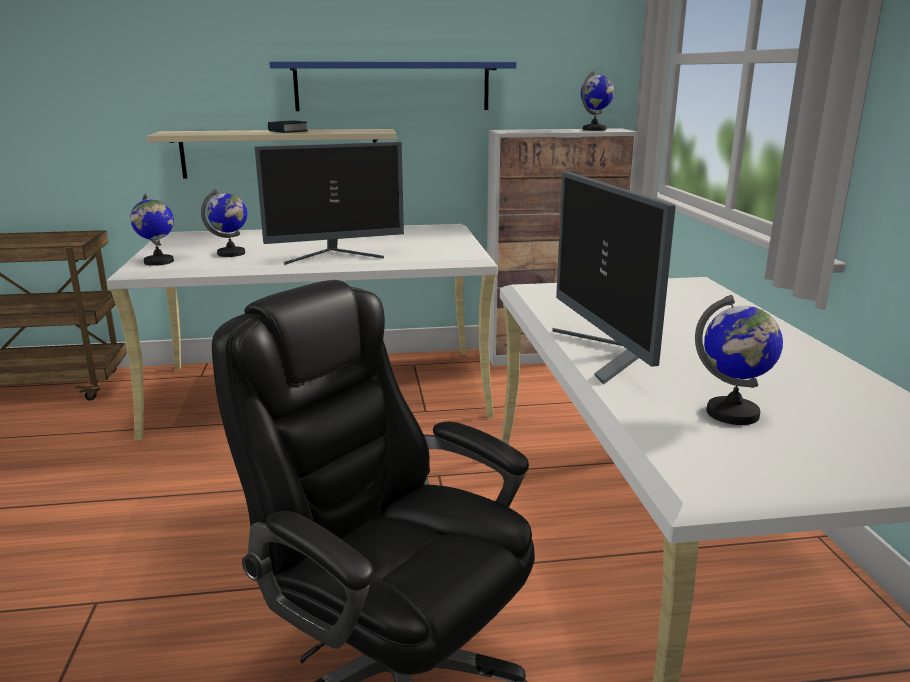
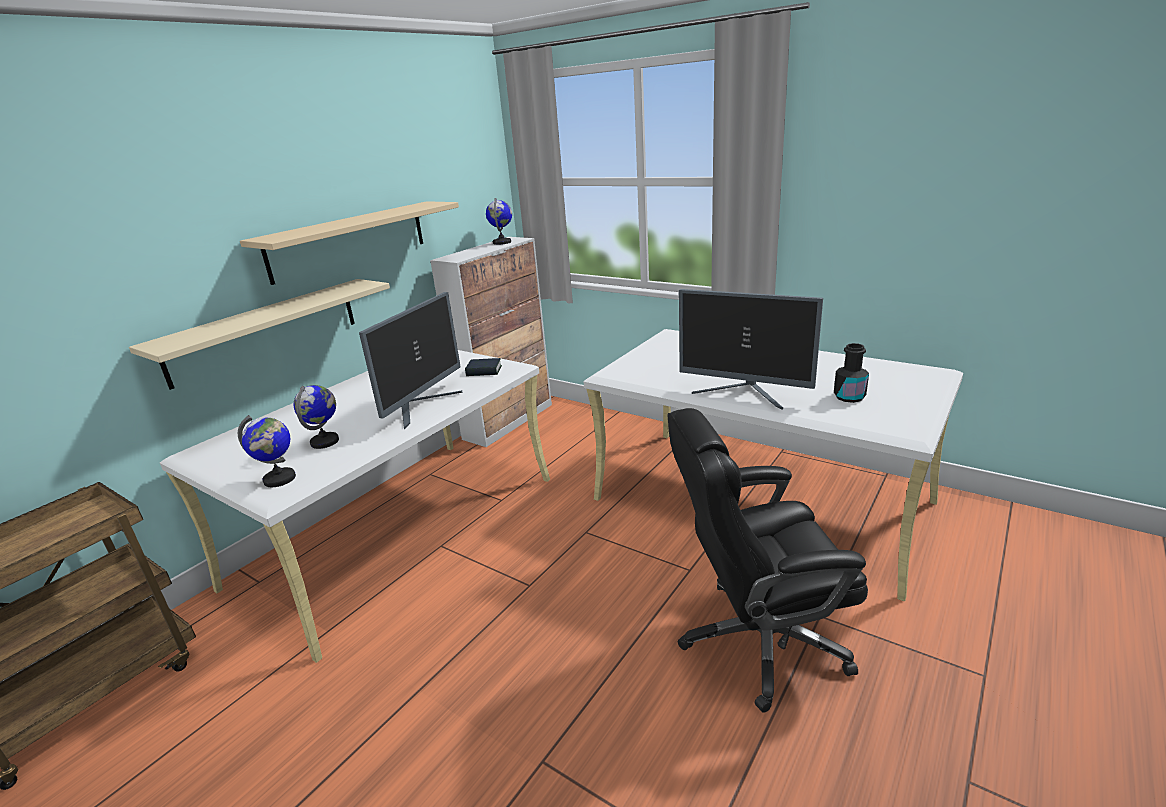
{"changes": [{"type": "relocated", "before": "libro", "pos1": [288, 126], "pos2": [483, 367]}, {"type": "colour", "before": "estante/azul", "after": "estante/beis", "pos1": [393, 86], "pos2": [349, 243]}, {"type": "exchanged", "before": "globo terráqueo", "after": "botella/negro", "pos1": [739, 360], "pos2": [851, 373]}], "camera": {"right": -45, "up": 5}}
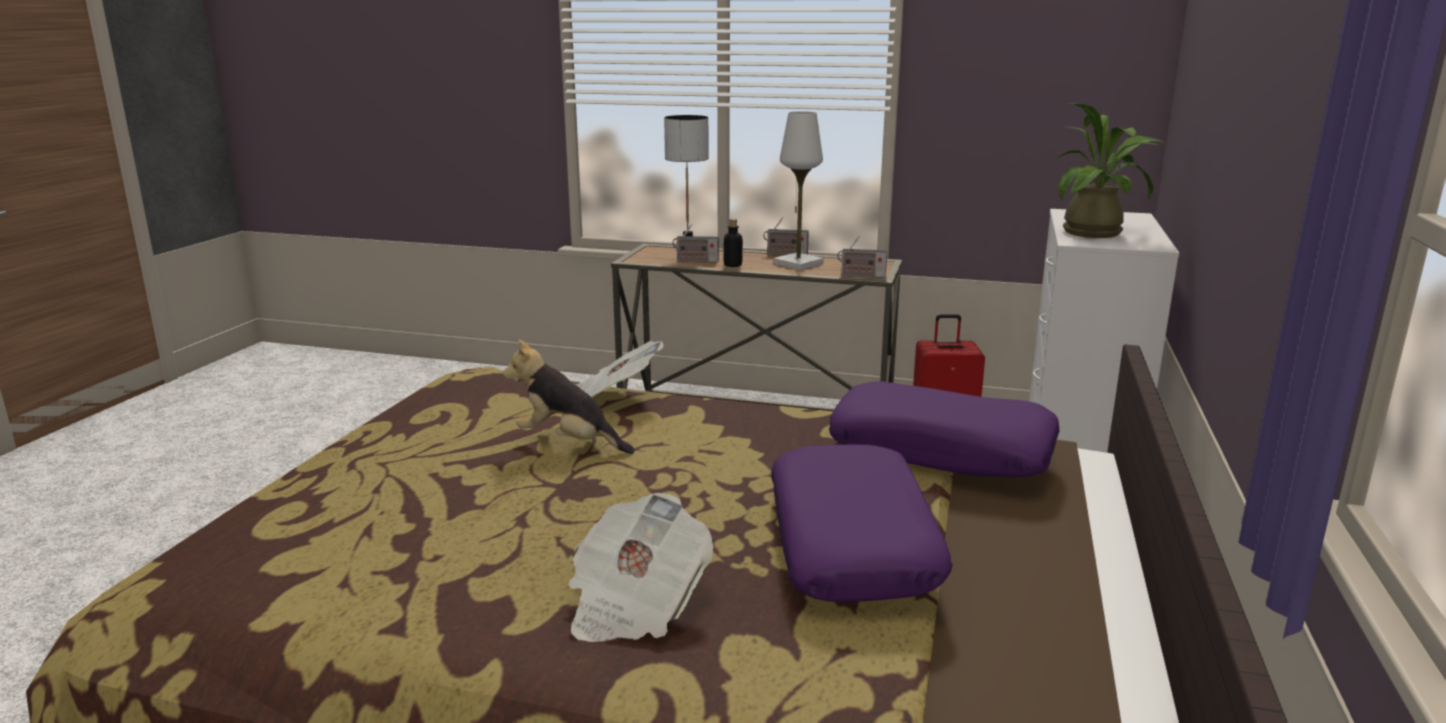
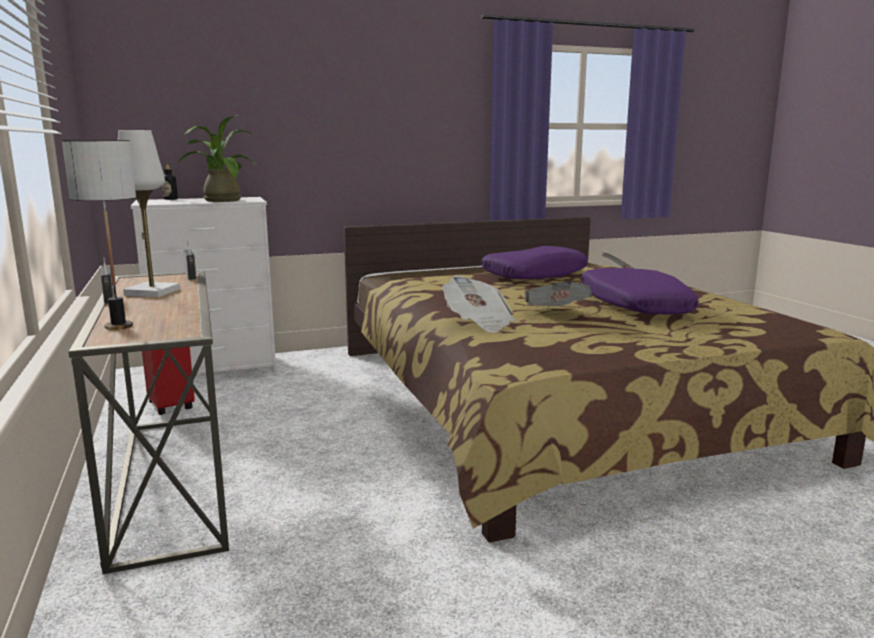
{"changes": [{"type": "exchanged", "before": "peluche", "after": "periódico", "pos1": [569, 396], "pos2": [558, 294]}, {"type": "missing", "before": "radio", "pos1": [696, 243]}, {"type": "relocated", "before": "botella", "pos1": [733, 243], "pos2": [170, 182]}, {"type": "relocated", "before": "cojín/morado", "pos1": [944, 429], "pos2": [640, 291]}], "camera": {"right": -125, "up": -5}}
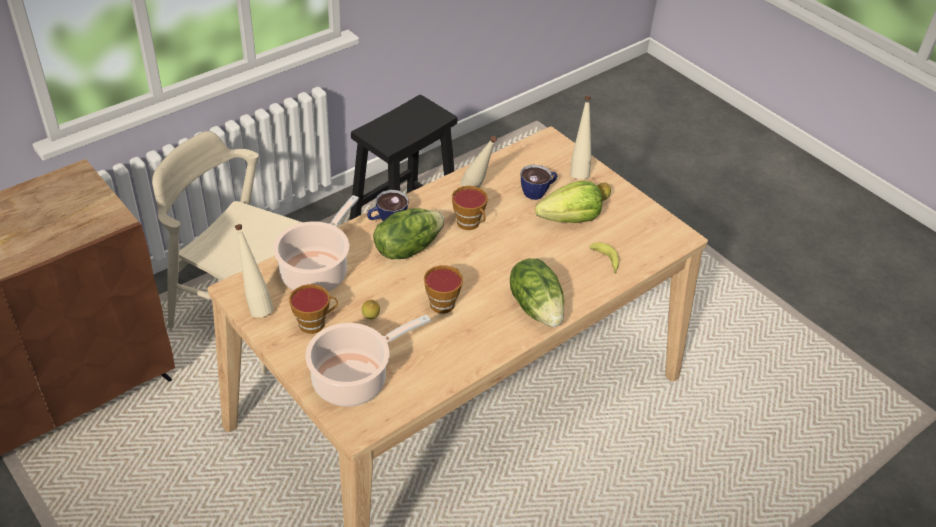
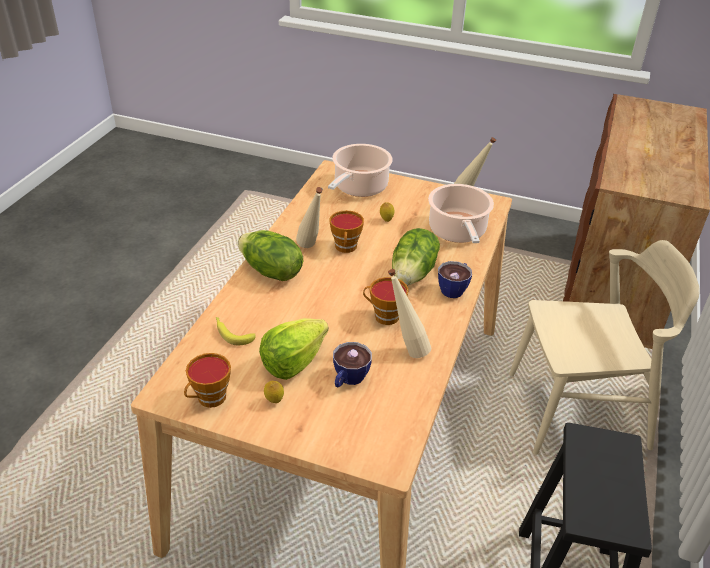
{"changes": [{"type": "relocated", "before": "taza", "pos1": [313, 309], "pos2": [207, 380]}, {"type": "relocated", "before": "botella/beis", "pos1": [580, 137], "pos2": [309, 217]}], "camera": {"right": 150, "up": -5}}
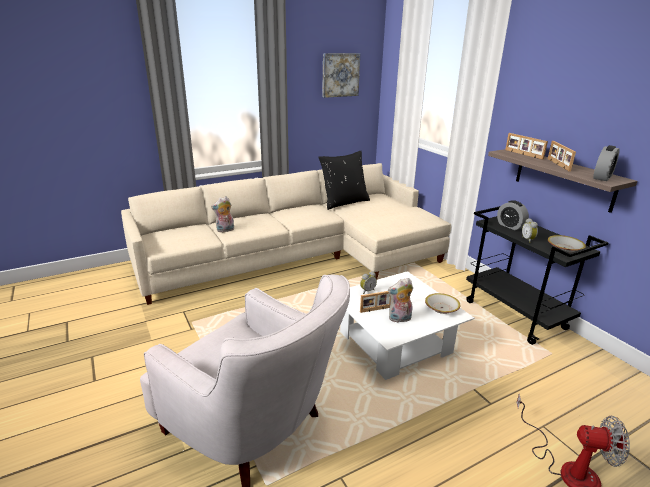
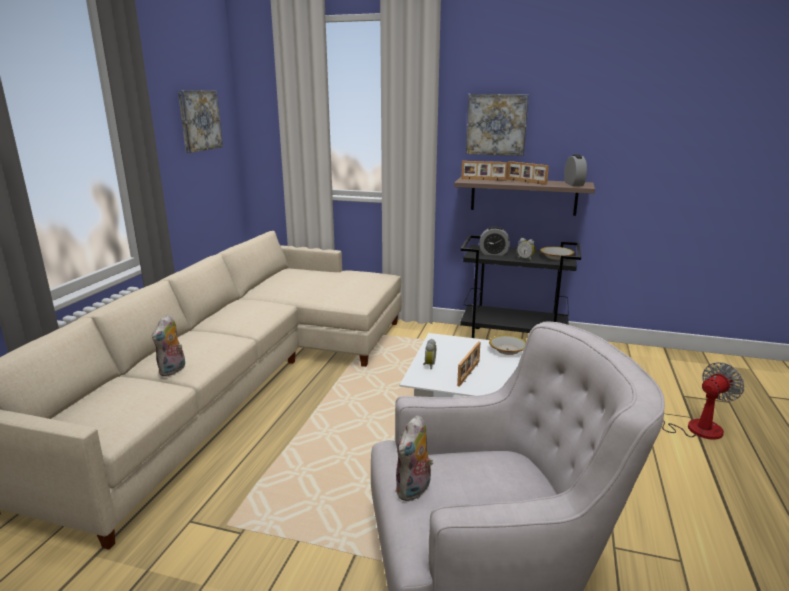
{"changes": [{"type": "missing", "before": "cojín/negro", "pos1": [344, 180]}, {"type": "relocated", "before": "peluche", "pos1": [400, 300], "pos2": [414, 458]}, {"type": "appeared", "after": "cuadro", "pos2": [497, 125]}], "camera": {"right": -45, "up": -5}}
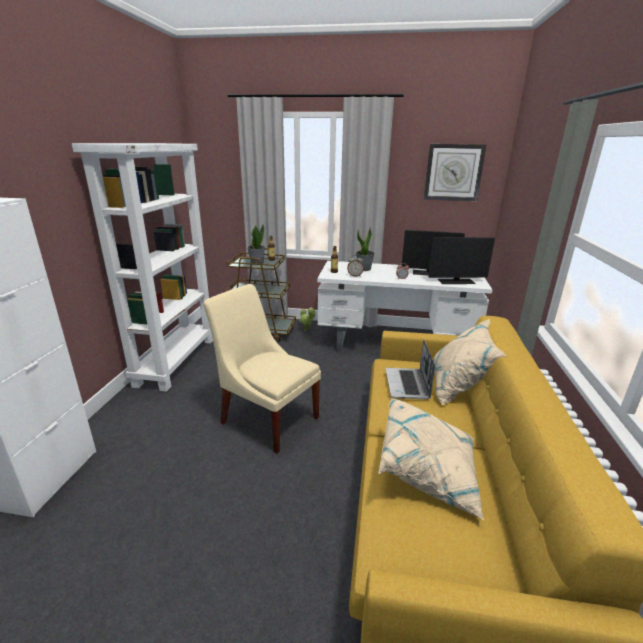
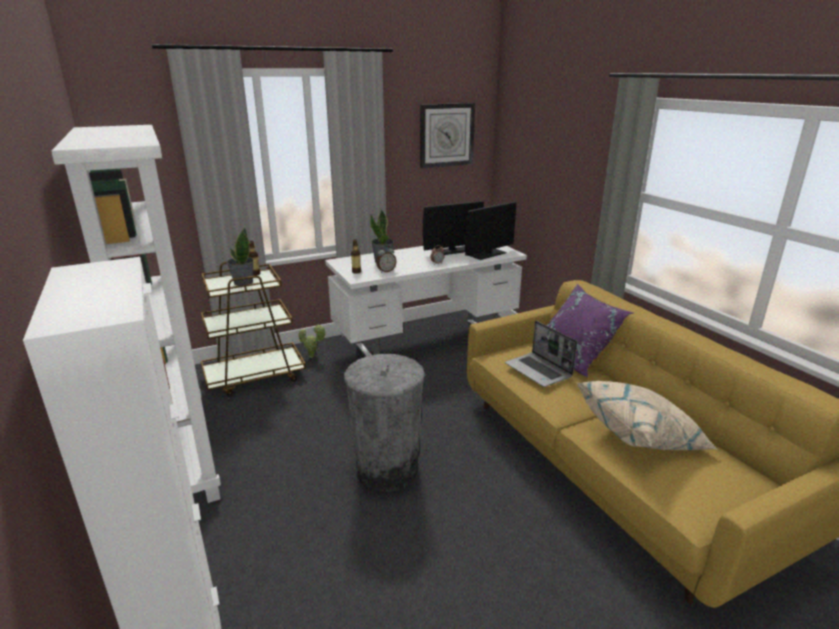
{"changes": [{"type": "exchanged", "before": "silla/beis", "after": "papelera/gris", "pos1": [262, 369], "pos2": [384, 423]}, {"type": "colour", "before": "cojín/beis", "after": "cojín/morado", "pos1": [469, 362], "pos2": [590, 331]}], "camera": {"right": -35, "up": 0}}
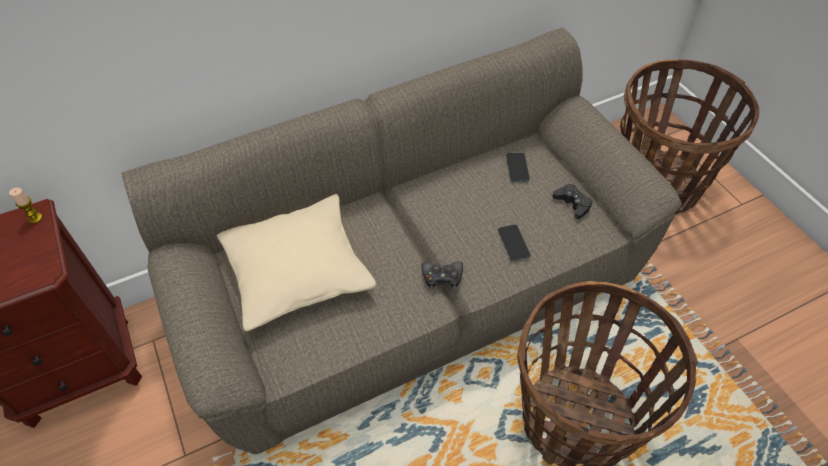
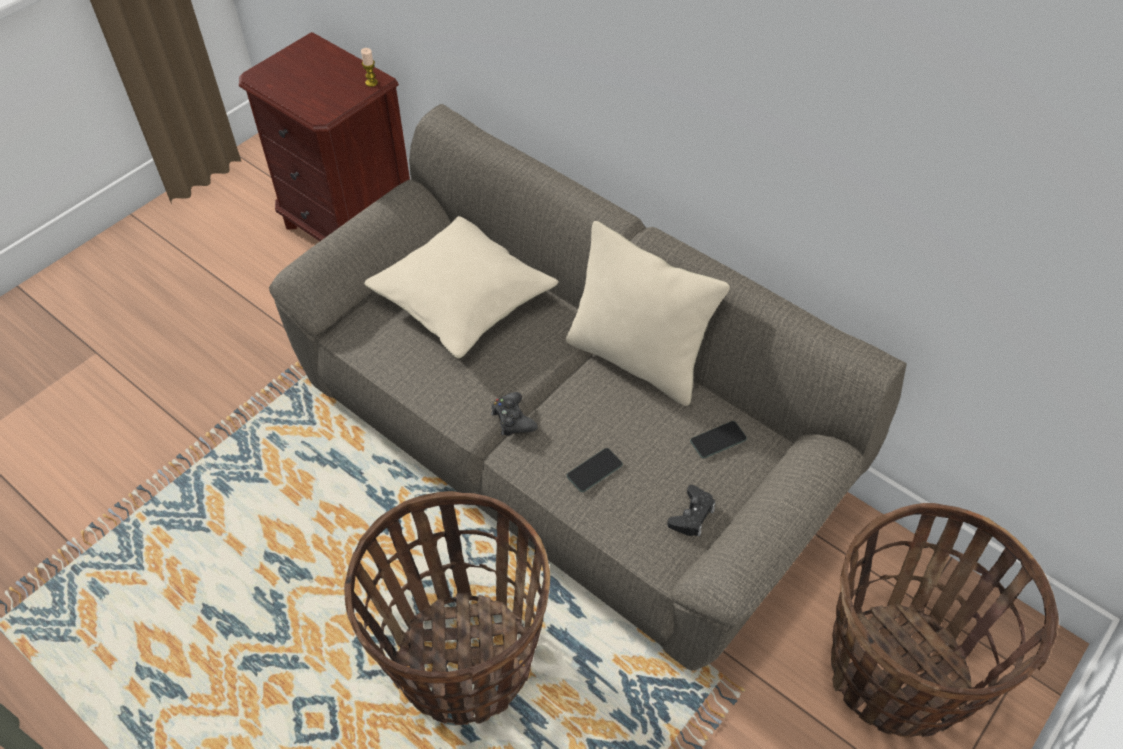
{"changes": [{"type": "appeared", "after": "cojín/beis", "pos2": [648, 313]}], "camera": {"right": 65, "up": 0}}
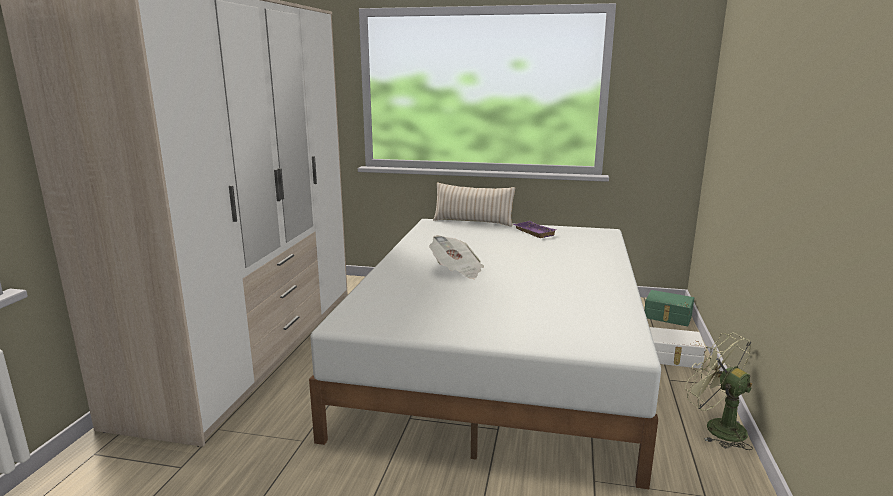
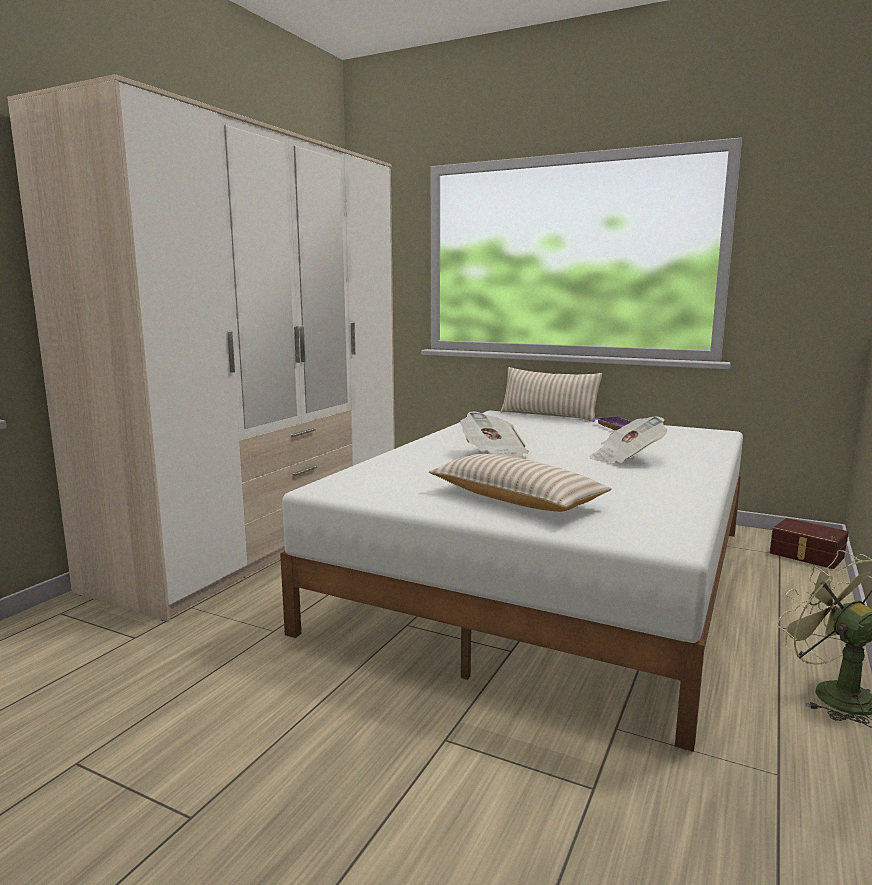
{"changes": [{"type": "colour", "before": "caja de almacenaje/verde", "after": "caja de almacenaje/marrón", "pos1": [669, 308], "pos2": [809, 543]}, {"type": "missing", "before": "caja de almacenaje/blanco", "pos1": [677, 347]}, {"type": "appeared", "after": "cojín/beis", "pos2": [520, 483]}, {"type": "appeared", "after": "periódico", "pos2": [628, 439]}], "camera": {"right": 15, "up": -5}}
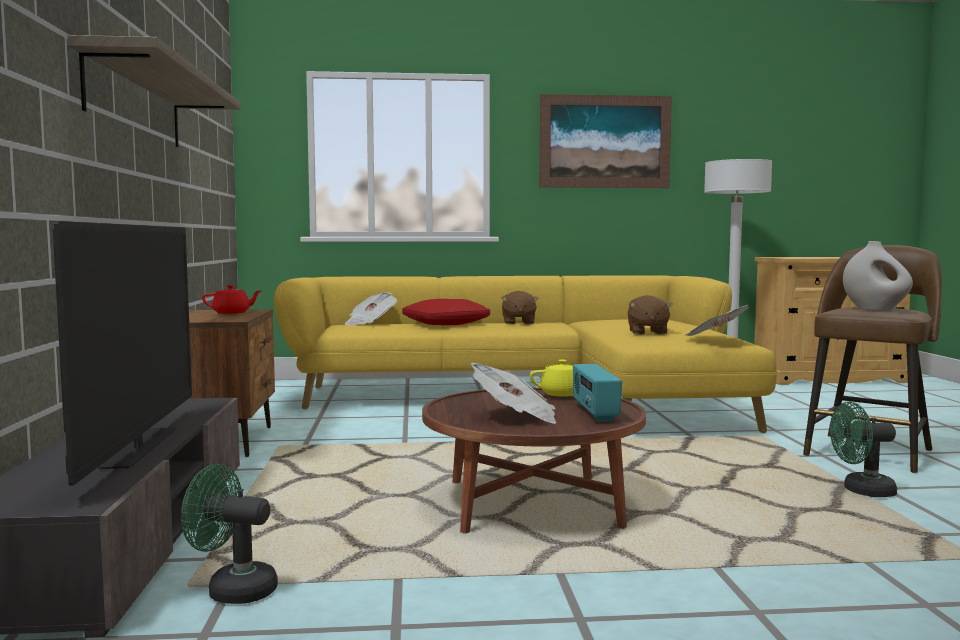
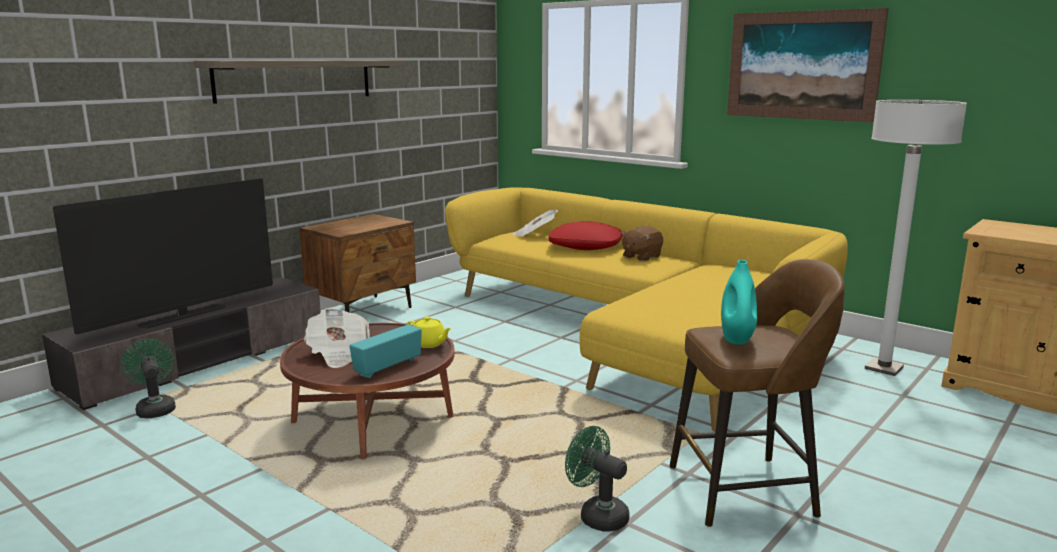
{"changes": [{"type": "missing", "before": "tetera/rojo", "pos1": [232, 299]}, {"type": "missing", "before": "peluche/marrón", "pos1": [650, 315]}, {"type": "missing", "before": "periódico", "pos1": [717, 320]}, {"type": "colour", "before": "florero/blanco", "after": "florero/turquesa", "pos1": [878, 276], "pos2": [739, 302]}], "camera": {"right": 45, "up": 10}}
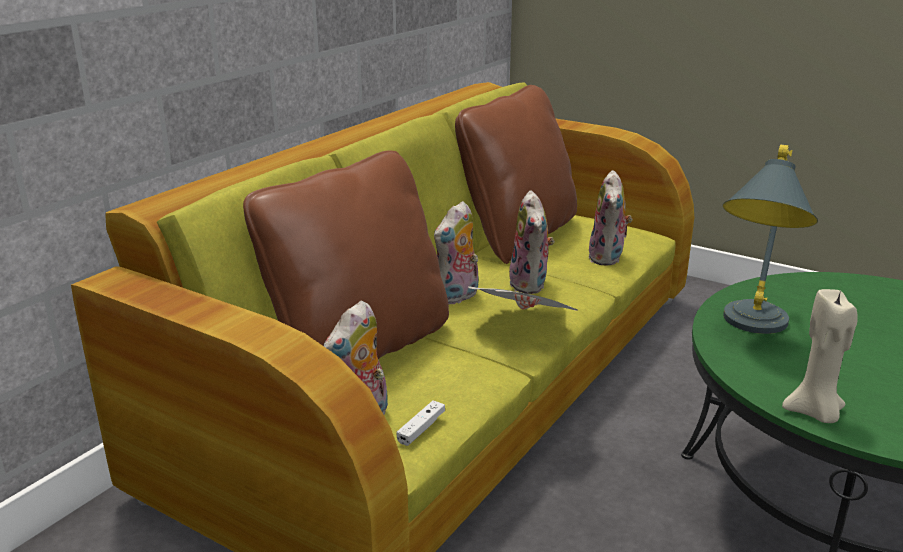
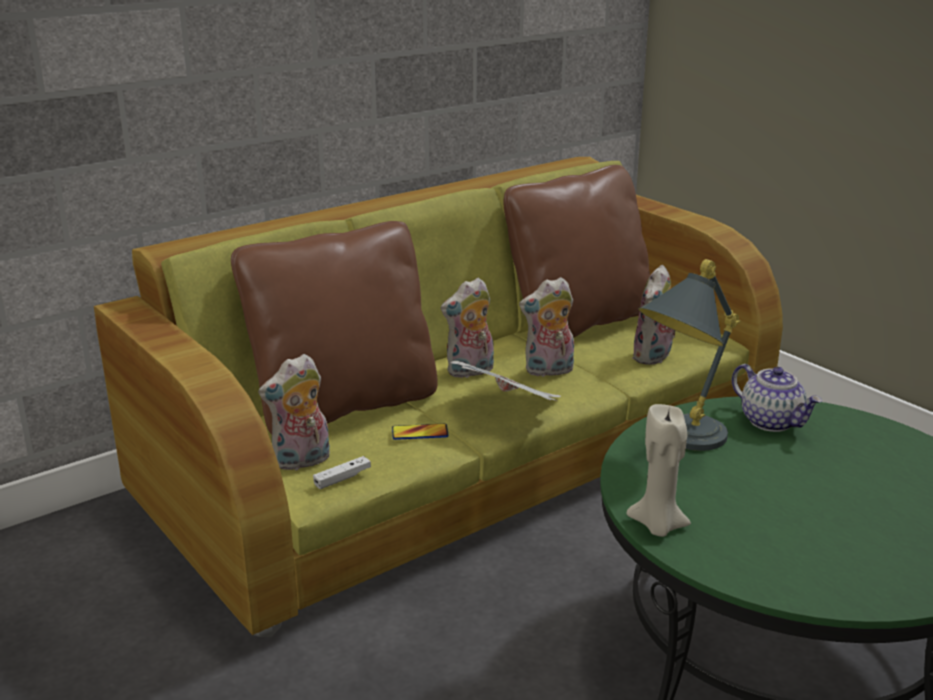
{"changes": [{"type": "spun", "before": "peluche", "pos1": [531, 242], "pos2": [546, 327], "turn": 60}, {"type": "appeared", "after": "móvil", "pos2": [420, 432]}, {"type": "appeared", "after": "tetera", "pos2": [777, 398]}], "camera": {"right": 20, "up": 0}}
